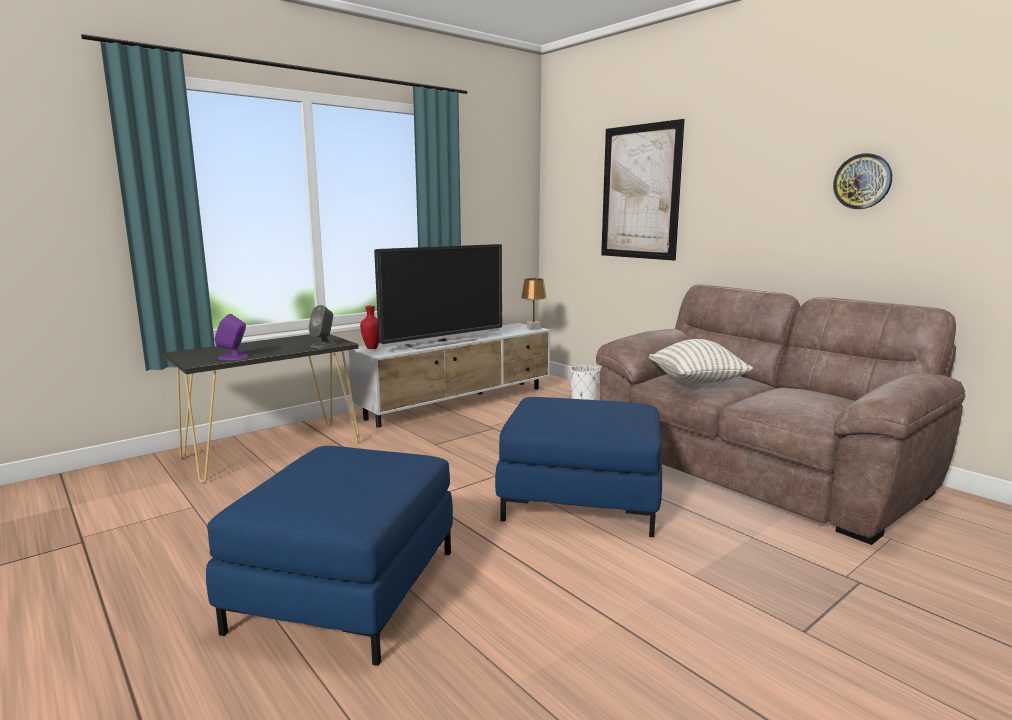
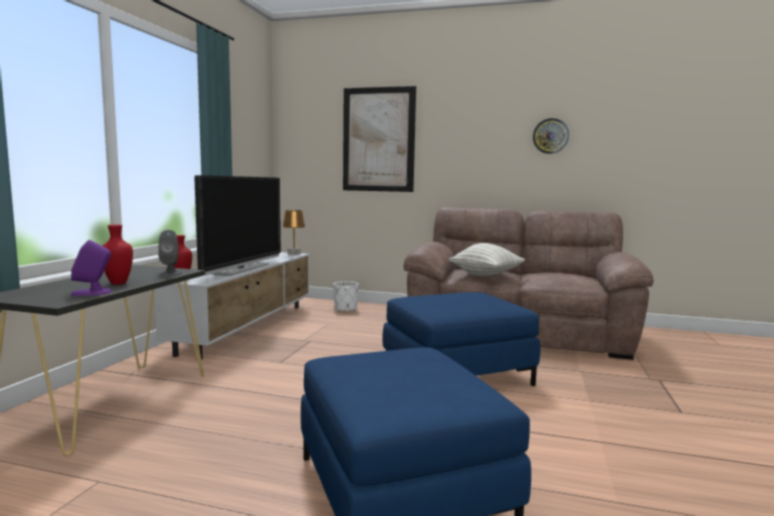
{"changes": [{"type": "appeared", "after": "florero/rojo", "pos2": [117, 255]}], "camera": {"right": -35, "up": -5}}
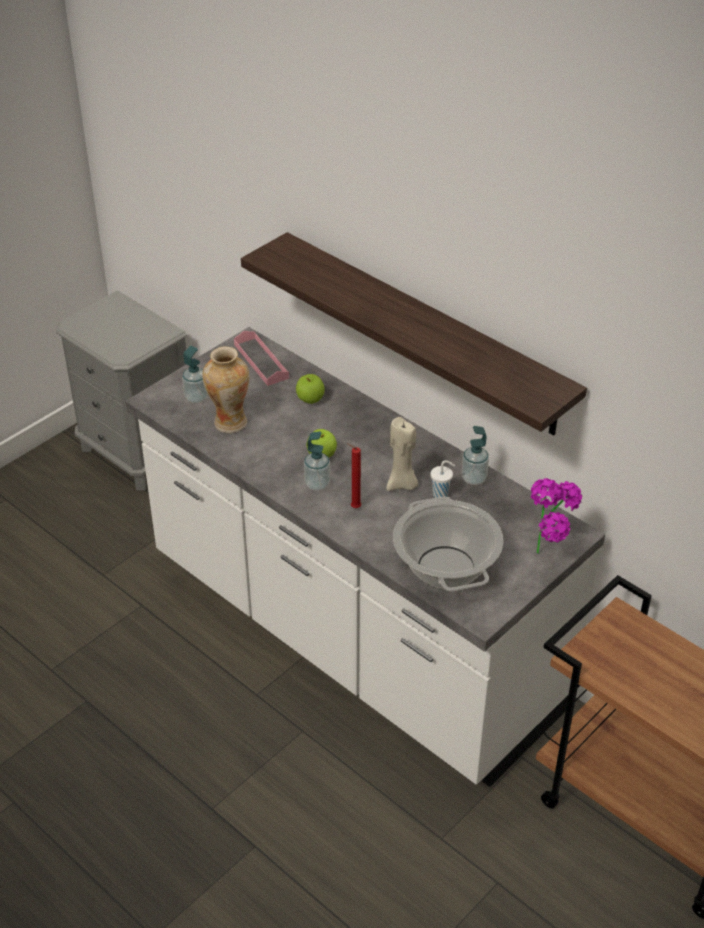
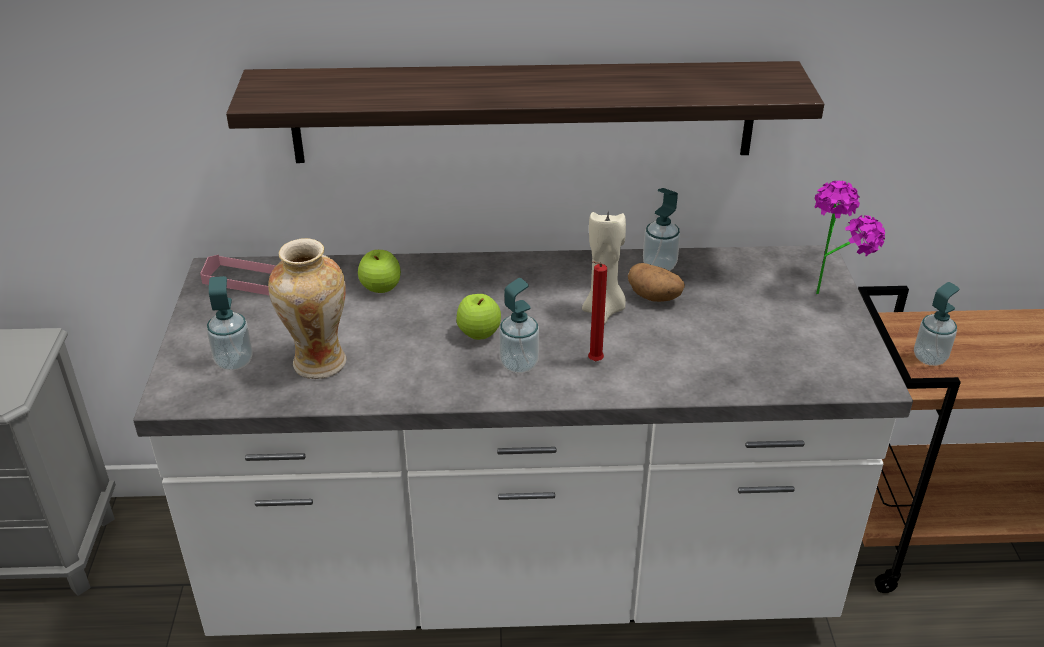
{"changes": [{"type": "missing", "before": "olla", "pos1": [448, 544]}, {"type": "exchanged", "before": "taza/blanco", "after": "patata", "pos1": [443, 479], "pos2": [656, 282]}, {"type": "appeared", "after": "dispensador de jabón", "pos2": [936, 324]}], "camera": {"right": -45, "up": -5}}
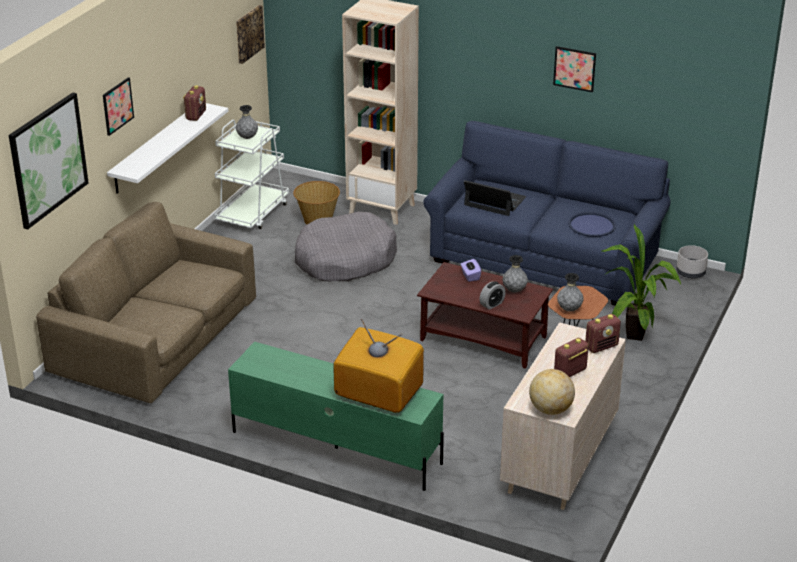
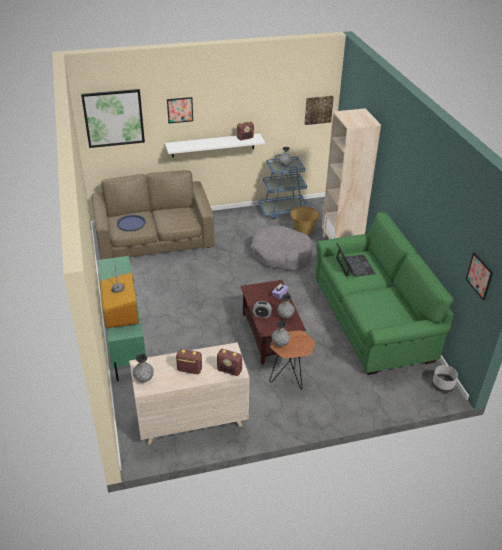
{"changes": [{"type": "colour", "before": "carrito/blanco", "after": "carrito/azul", "pos1": [251, 174], "pos2": [283, 187]}, {"type": "colour", "before": "sofá/azul", "after": "sofá/verde", "pos1": [547, 213], "pos2": [384, 293]}, {"type": "exchanged", "before": "globo terráqueo", "after": "florero/gris", "pos1": [552, 392], "pos2": [143, 368]}, {"type": "relocated", "before": "cuadro", "pos1": [574, 69], "pos2": [479, 276]}, {"type": "relocated", "before": "bandeja/azul", "pos1": [592, 224], "pos2": [131, 223]}, {"type": "missing", "before": "planta en maceta", "pos1": [641, 282]}], "camera": {"right": 50, "up": 5}}
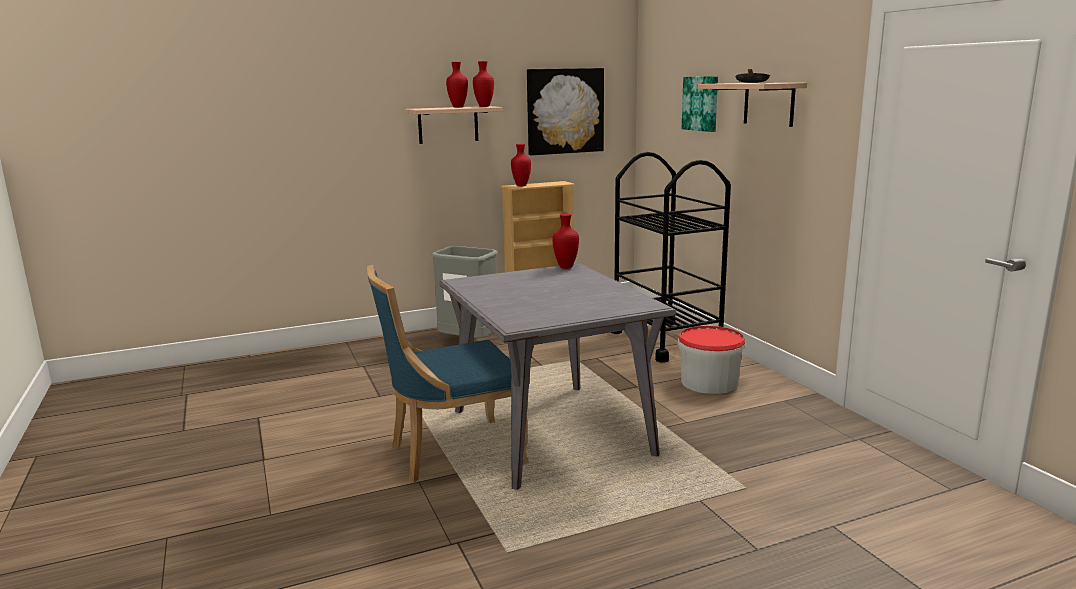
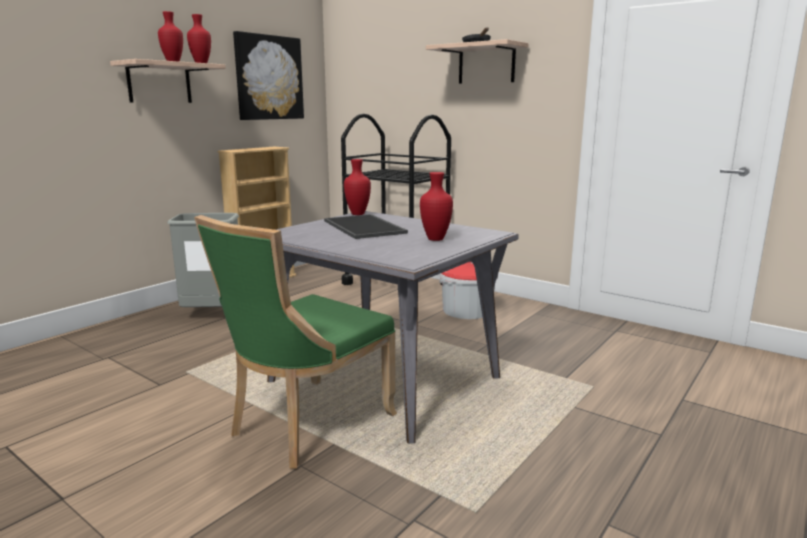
{"changes": [{"type": "colour", "before": "silla/azul", "after": "silla/verde", "pos1": [448, 374], "pos2": [295, 342]}, {"type": "relocated", "before": "florero/rojo", "pos1": [521, 165], "pos2": [436, 206]}, {"type": "missing", "before": "cuadro", "pos1": [700, 104]}, {"type": "appeared", "after": "bandeja", "pos2": [366, 226]}], "camera": {"right": -30, "up": 0}}
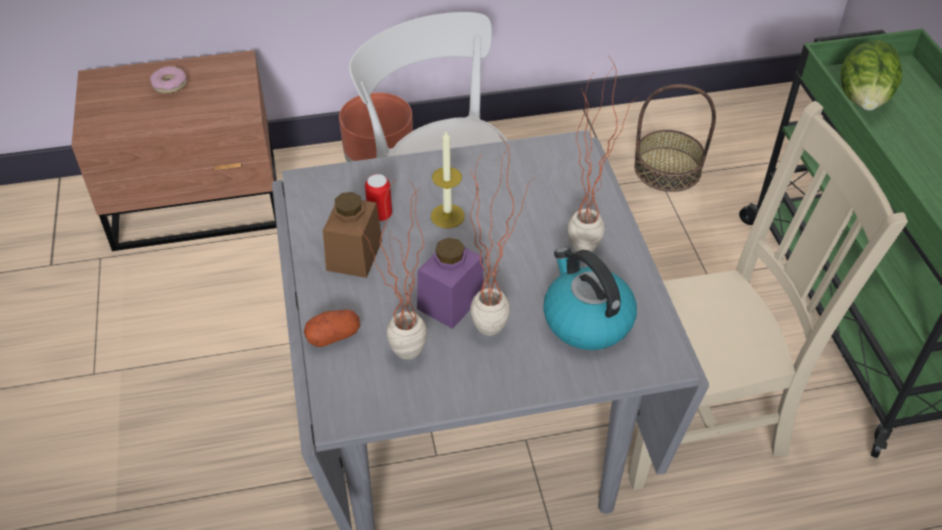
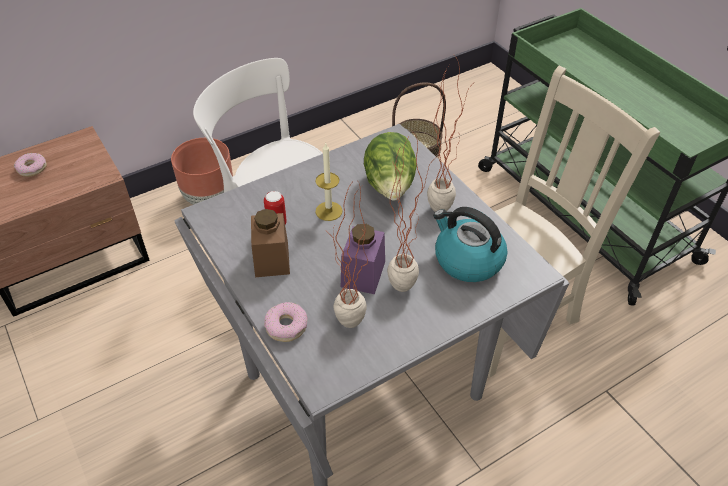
{"changes": [{"type": "exchanged", "before": "patata", "after": "rosquilla", "pos1": [332, 328], "pos2": [285, 322]}, {"type": "relocated", "before": "lechuga", "pos1": [871, 75], "pos2": [390, 166]}], "camera": {"right": -20, "up": 0}}
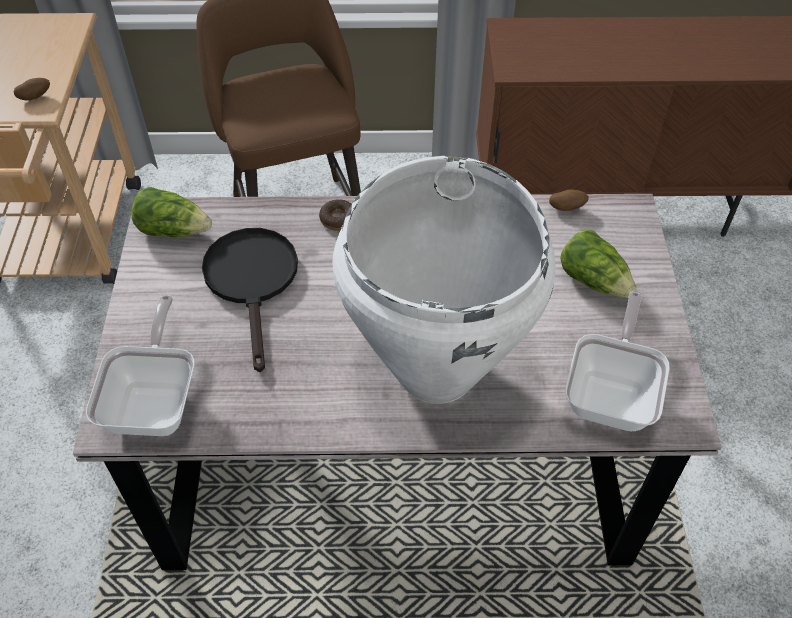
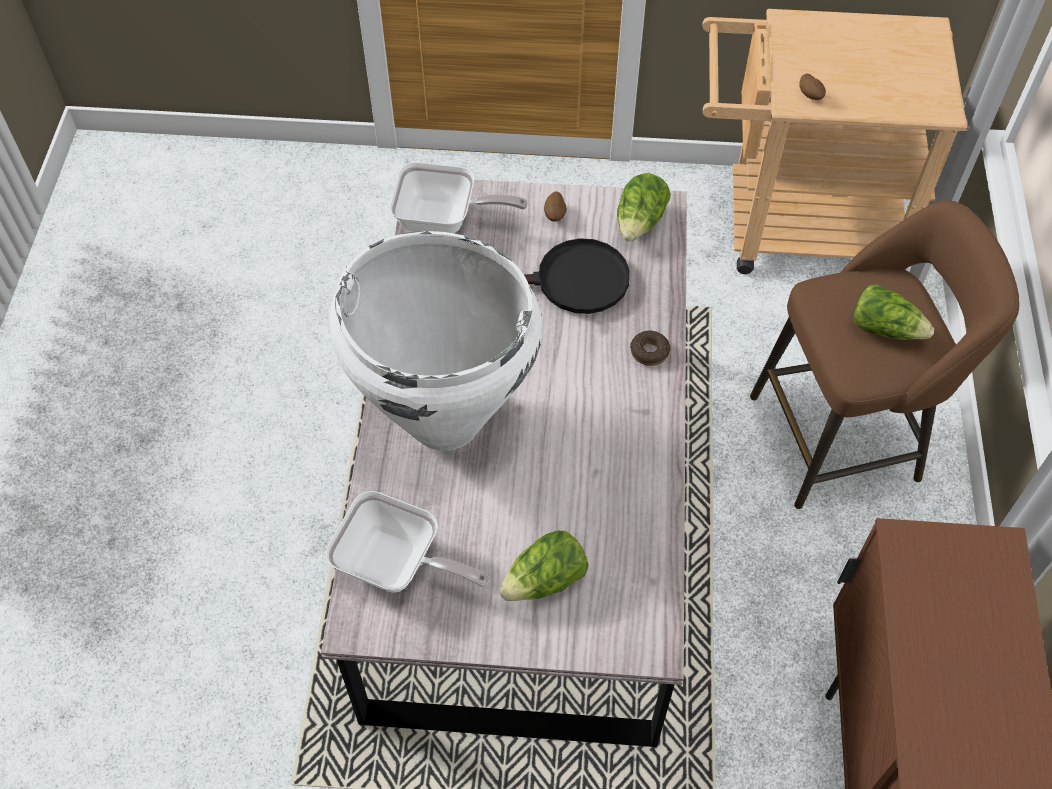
{"changes": [{"type": "relocated", "before": "patata", "pos1": [569, 200], "pos2": [555, 207]}, {"type": "appeared", "after": "lechuga", "pos2": [893, 312]}], "camera": {"right": 95, "up": 5}}
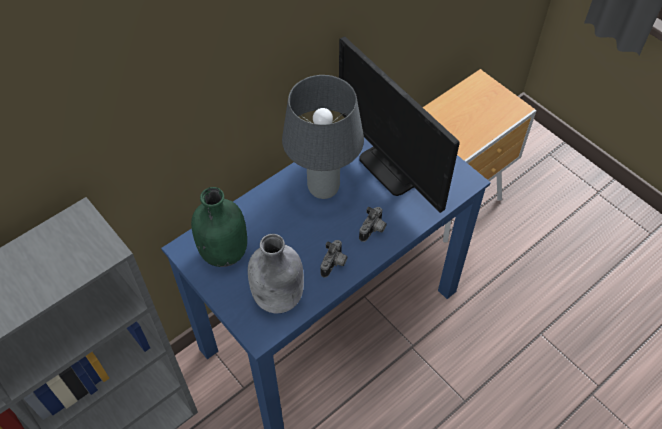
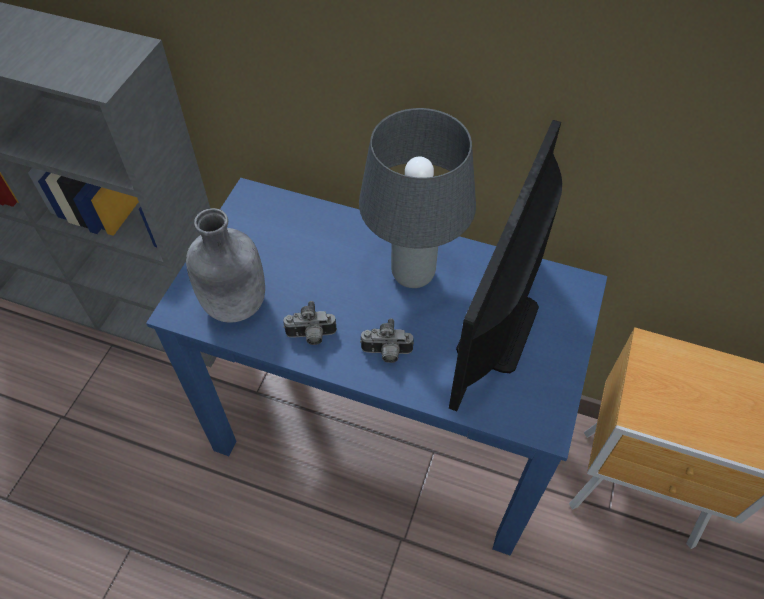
{"changes": [{"type": "missing", "before": "botella/verde", "pos1": [219, 227]}], "camera": {"right": 60, "up": 0}}
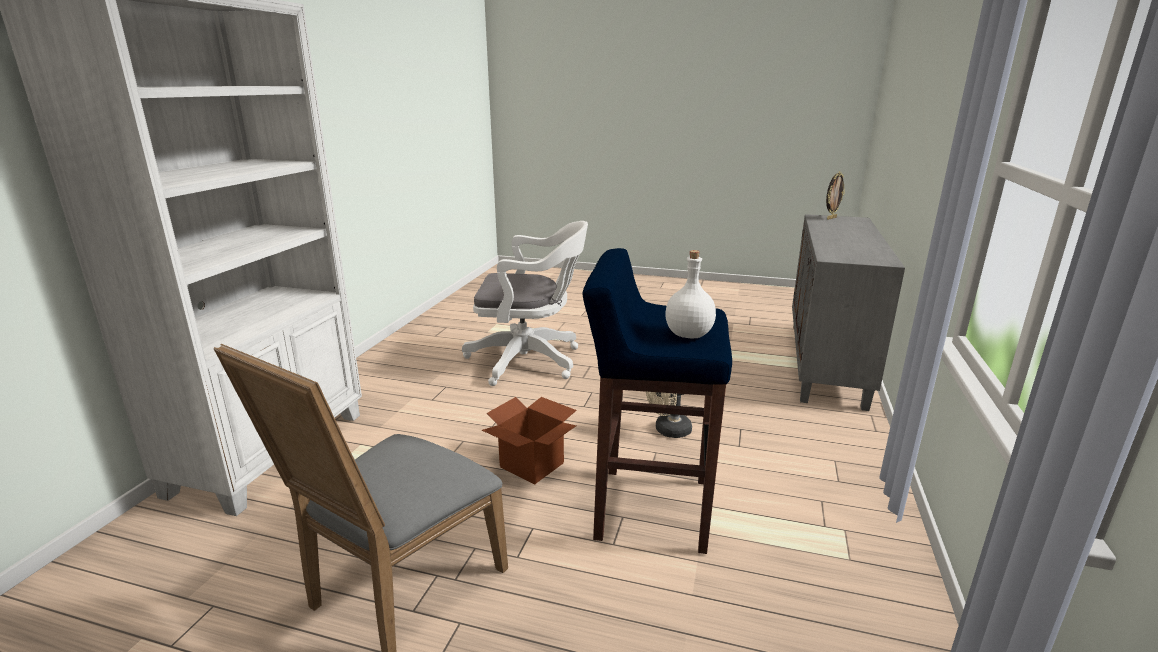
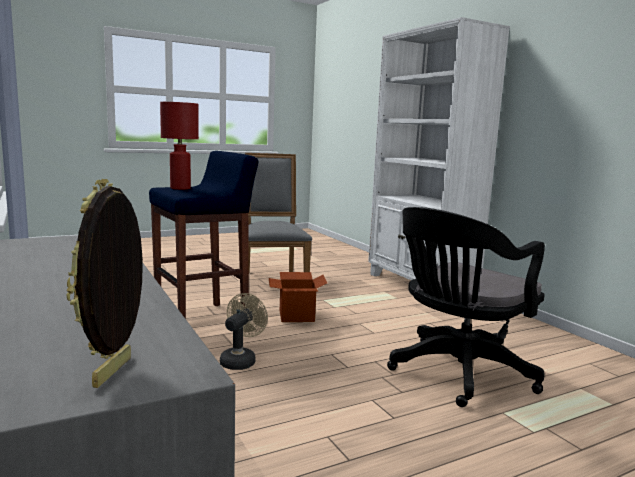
{"changes": [{"type": "colour", "before": "silla de oficina/blanco", "after": "silla de oficina/negro", "pos1": [525, 303], "pos2": [466, 307]}, {"type": "exchanged", "before": "botella/blanco", "after": "lámpara de mesa/rojo", "pos1": [690, 294], "pos2": [179, 146]}], "camera": {"right": 135, "up": -10}}
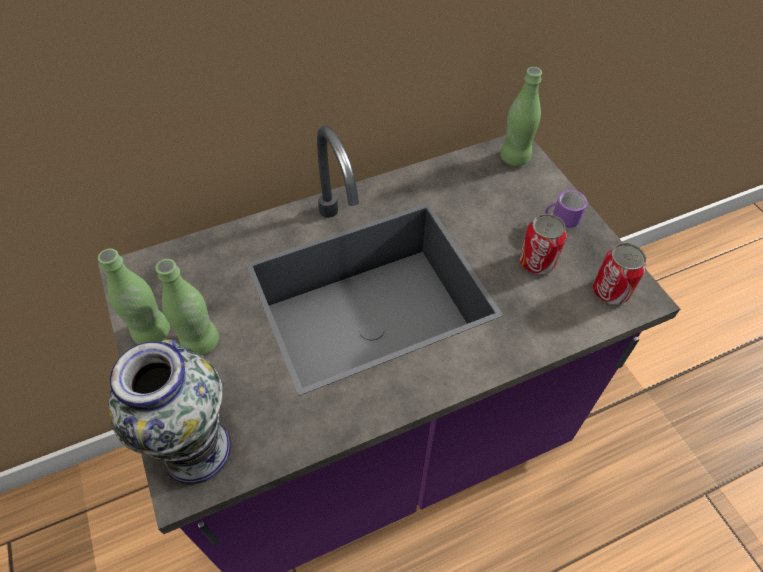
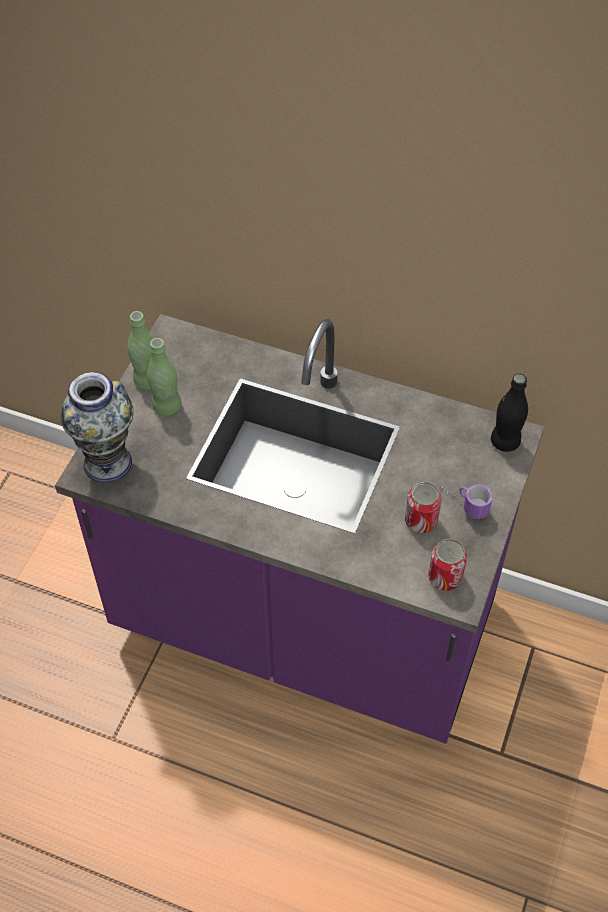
{"changes": [{"type": "colour", "before": "botella/verde", "after": "botella/negro", "pos1": [521, 116], "pos2": [509, 413]}], "camera": {"right": 45, "up": 0}}
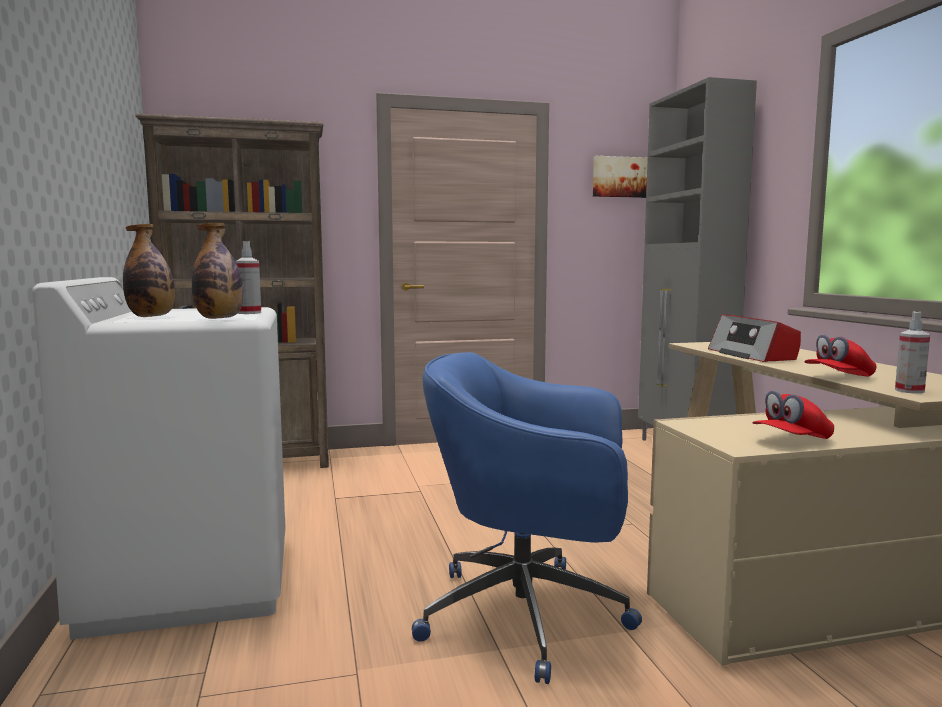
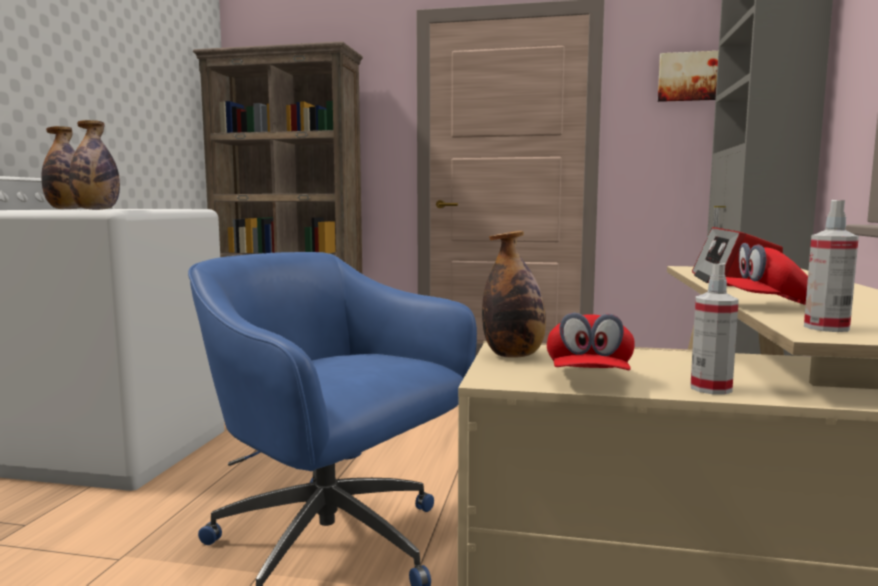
{"changes": [{"type": "relocated", "before": "pulverizador", "pos1": [248, 277], "pos2": [714, 329]}, {"type": "spun", "before": "gorra/rojo", "pos1": [793, 414], "pos2": [591, 341], "turn": -75}, {"type": "appeared", "after": "botella", "pos2": [514, 294]}], "camera": {"right": 25, "up": 0}}
